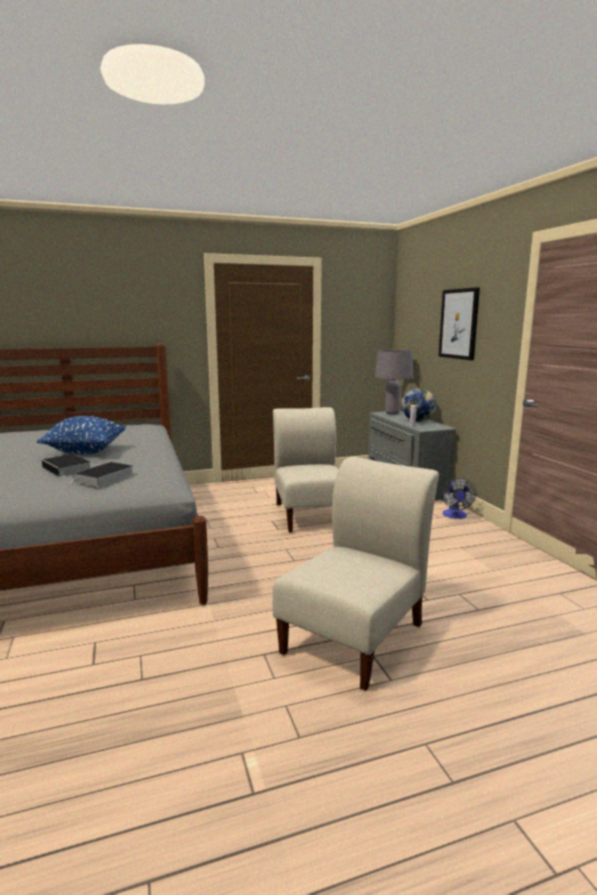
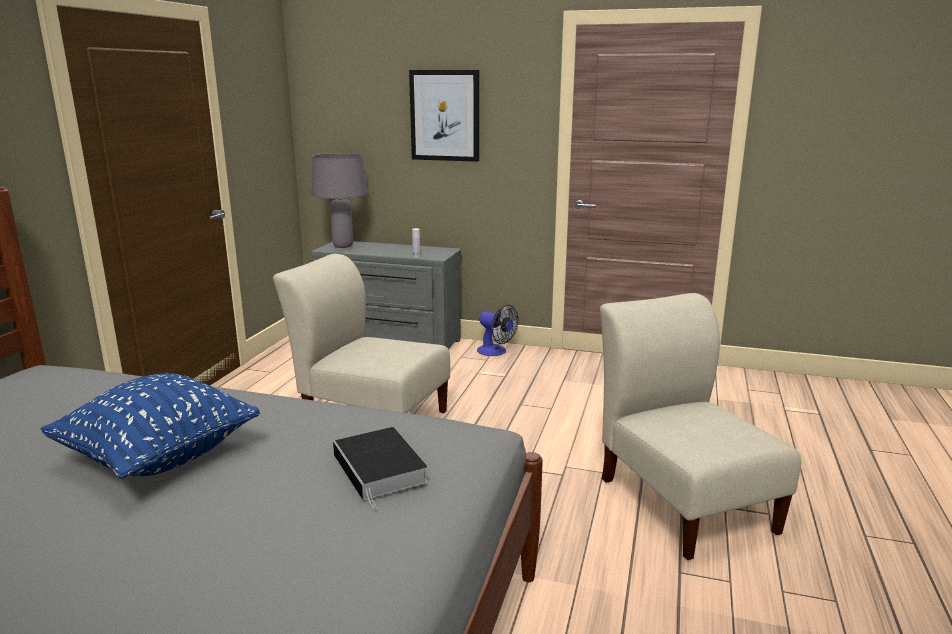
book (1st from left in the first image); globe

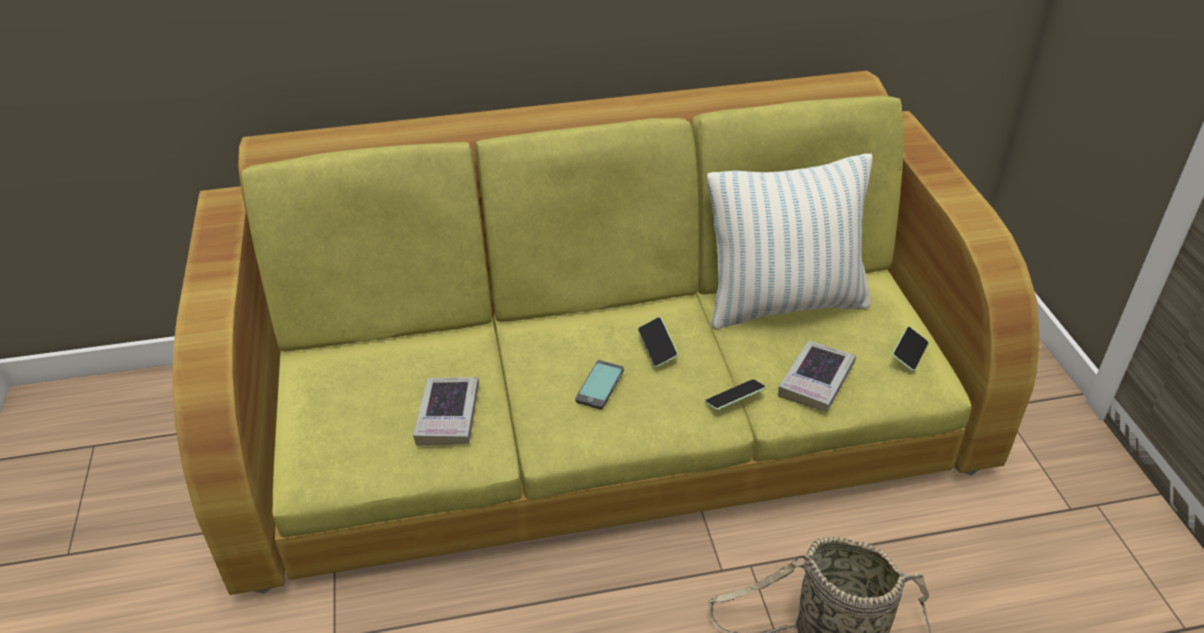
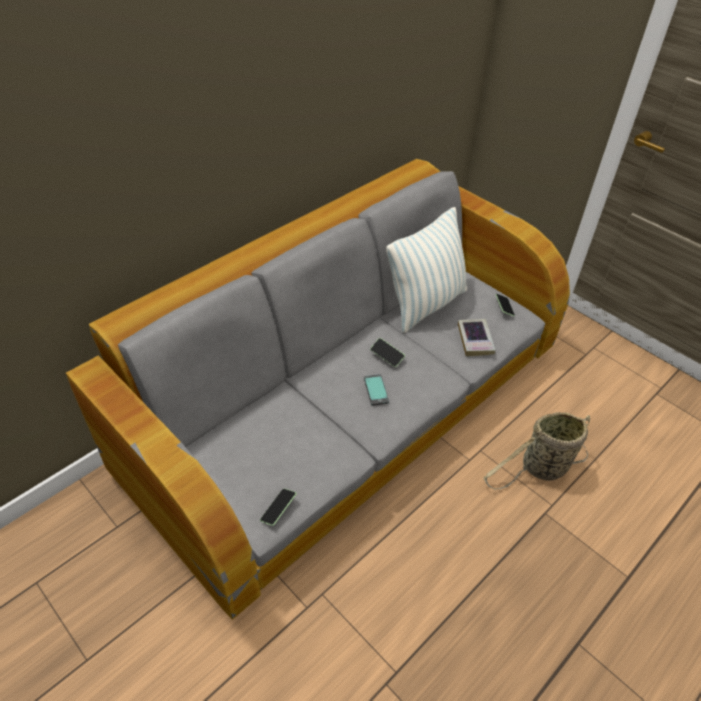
grey sofa; phone (1st from left); book (1st from left in the first image)

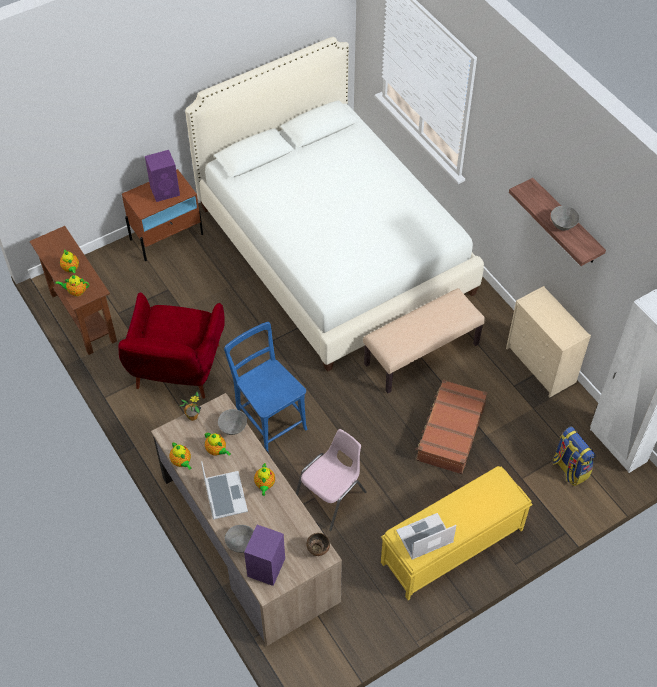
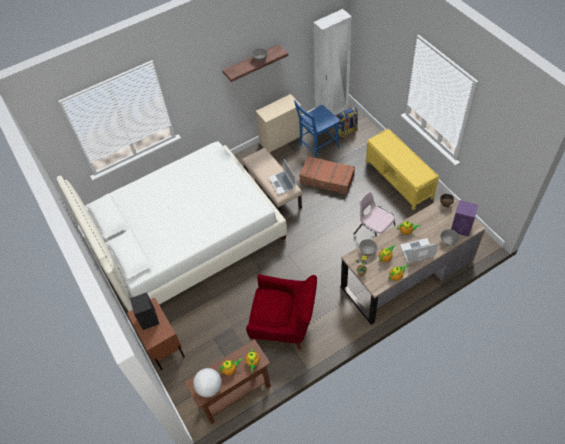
black speaker; globe; laptop (1st from left); blue chair

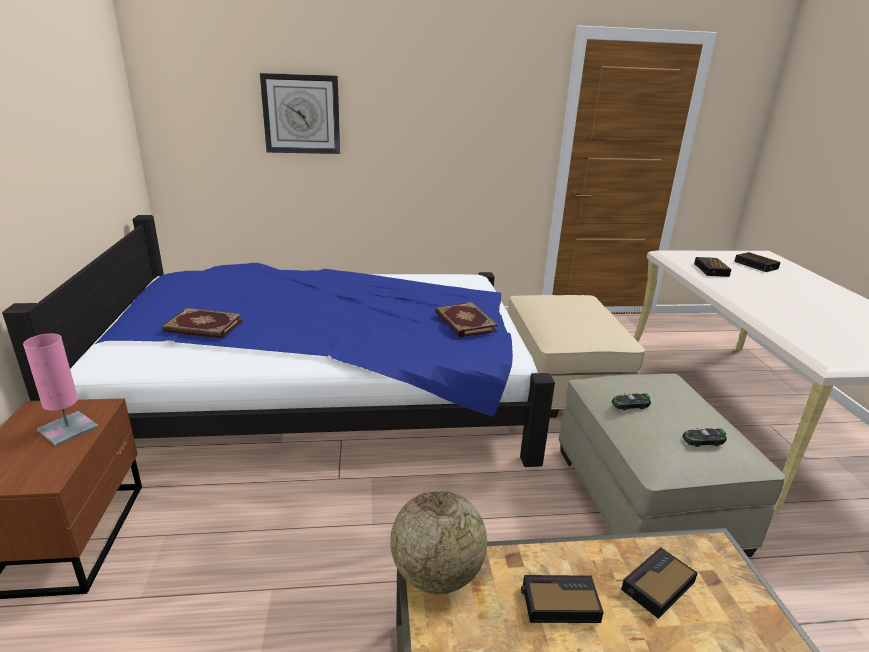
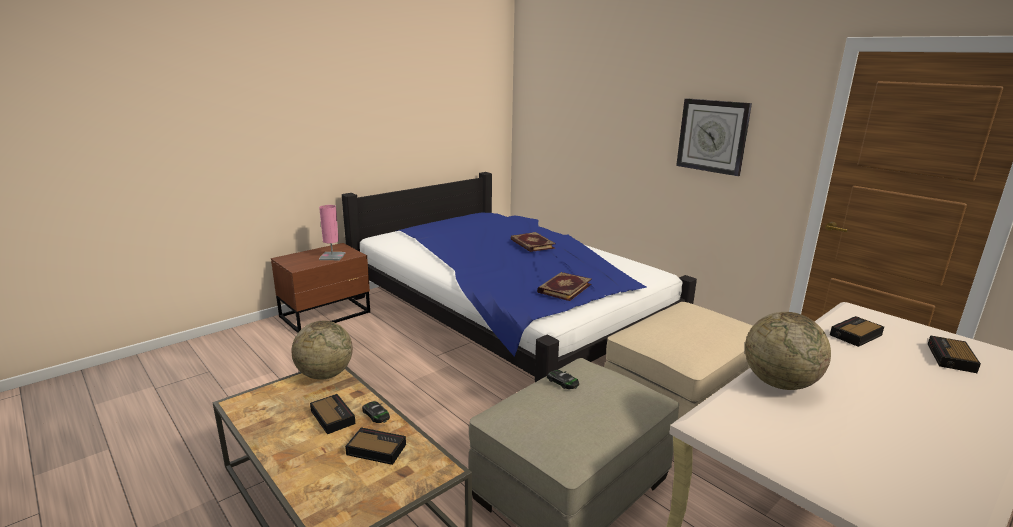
toy car (1st from left); book (1st from left); wall clock; globe (2nd from left)

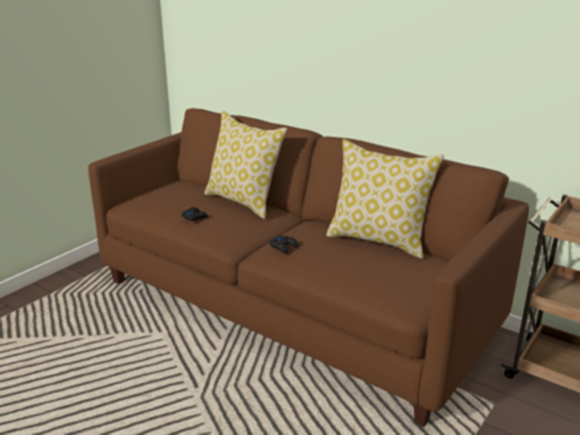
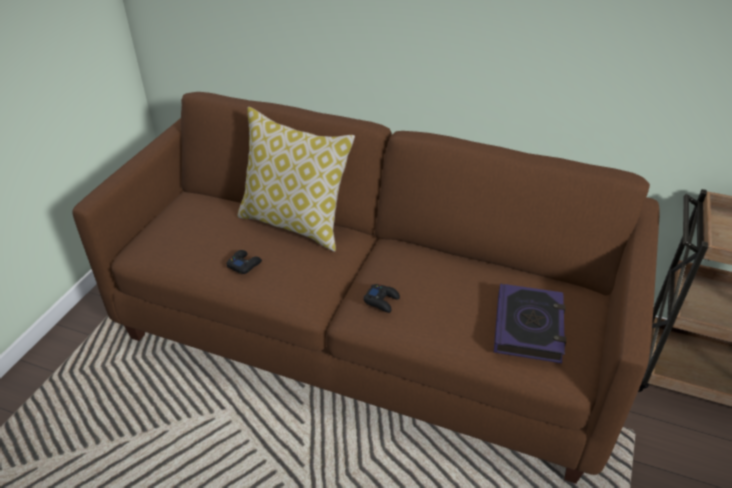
book; pillow (2nd from left in the first image)

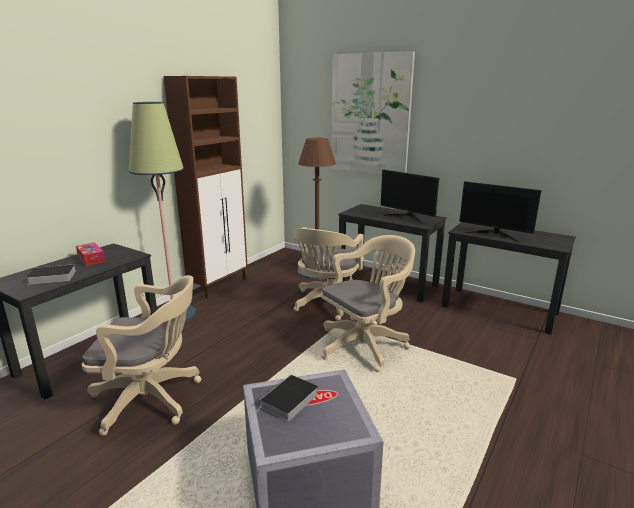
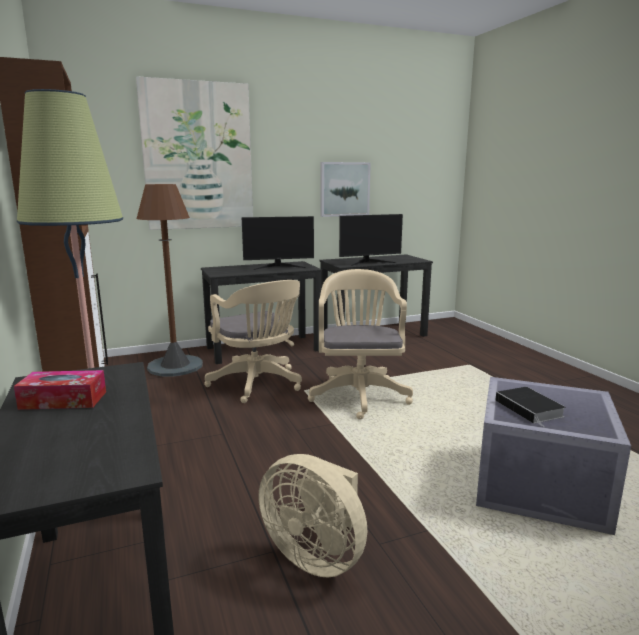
beige fan; picture (2nd from left); book (1st from left in the first image)

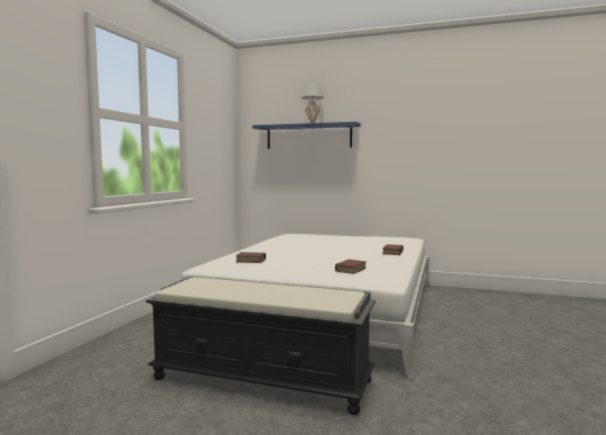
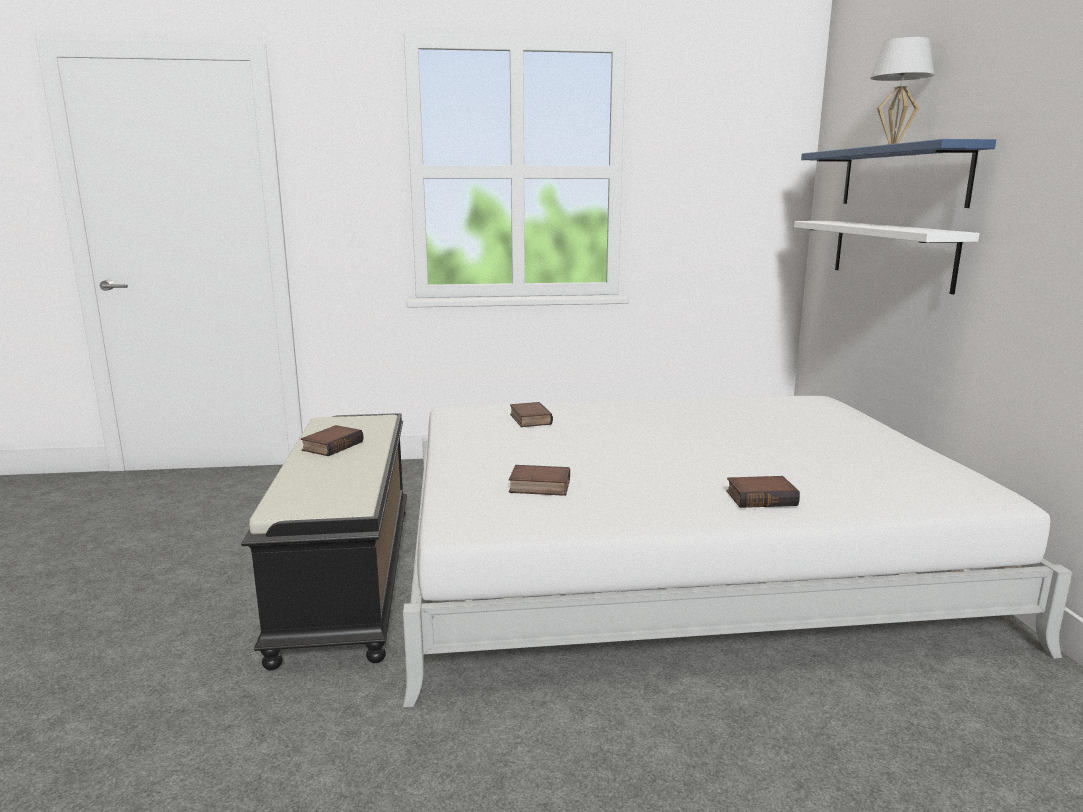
book (1st from left); white shelf

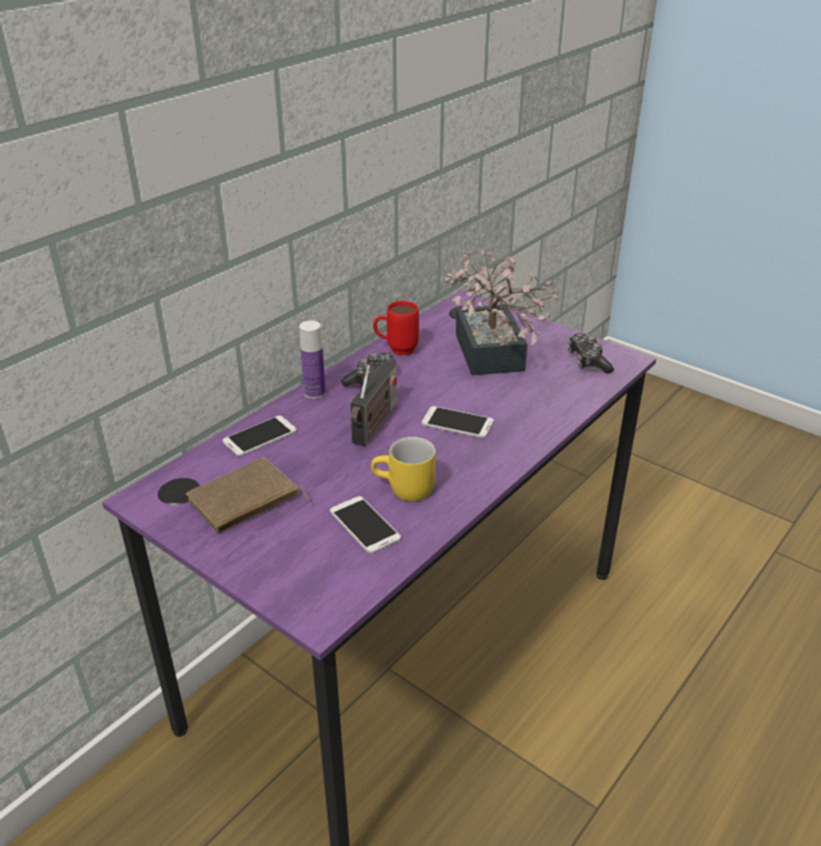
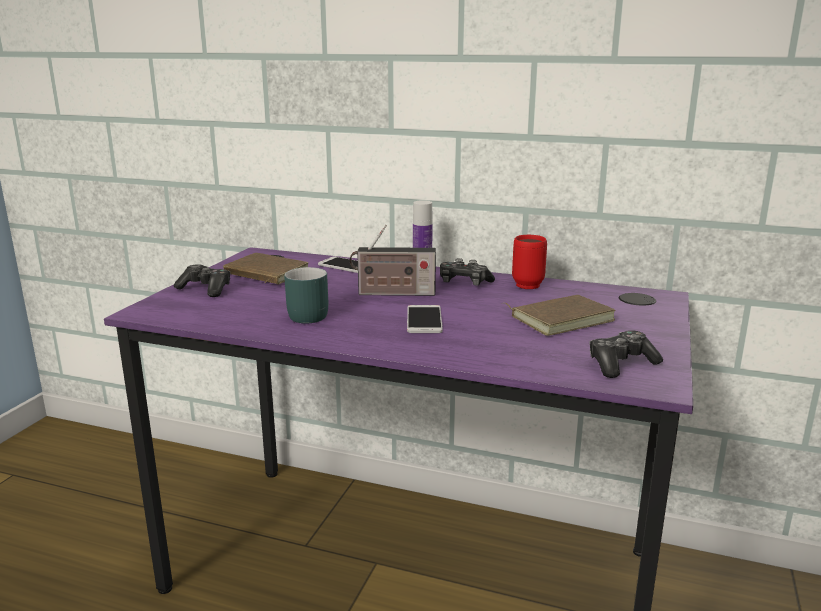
game controller (1st from left); turquoise mug; brown book (2nd from left); phone (2nd from left in the first image)

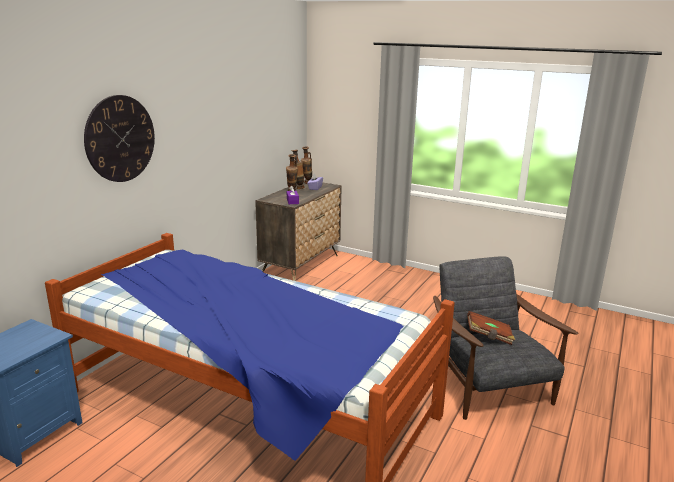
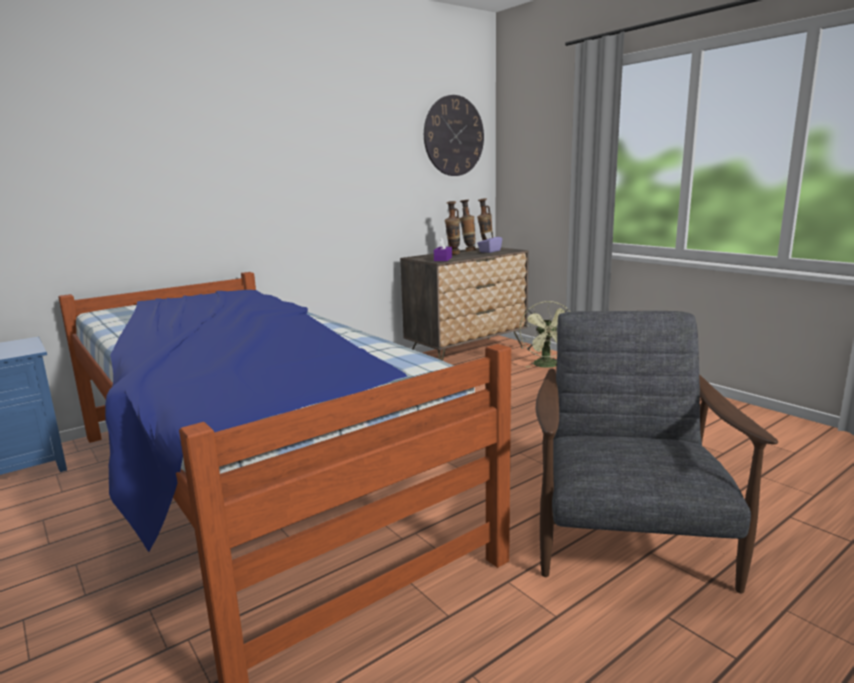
wall clock; green fan; brown book

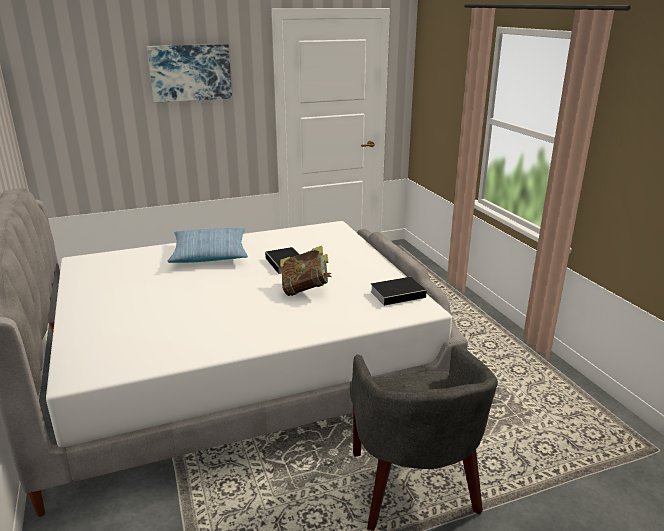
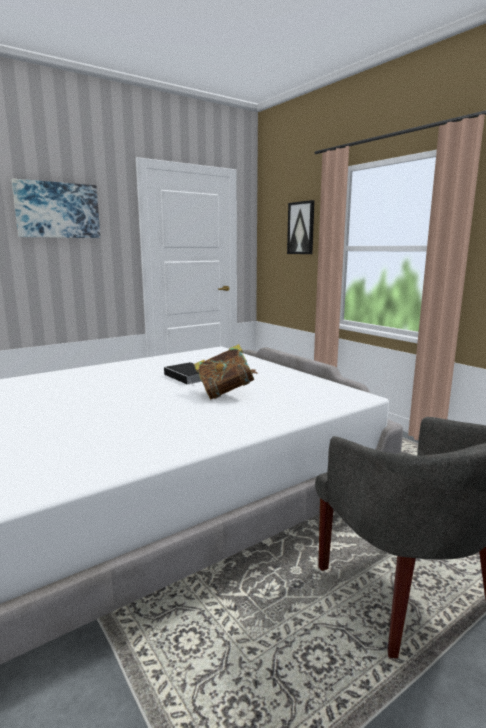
picture (2nd from left); pillow; book (3rd from left in the first image)

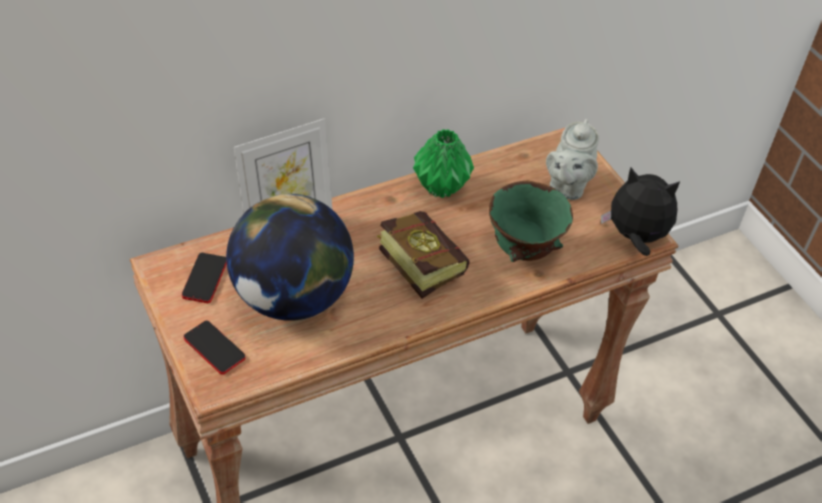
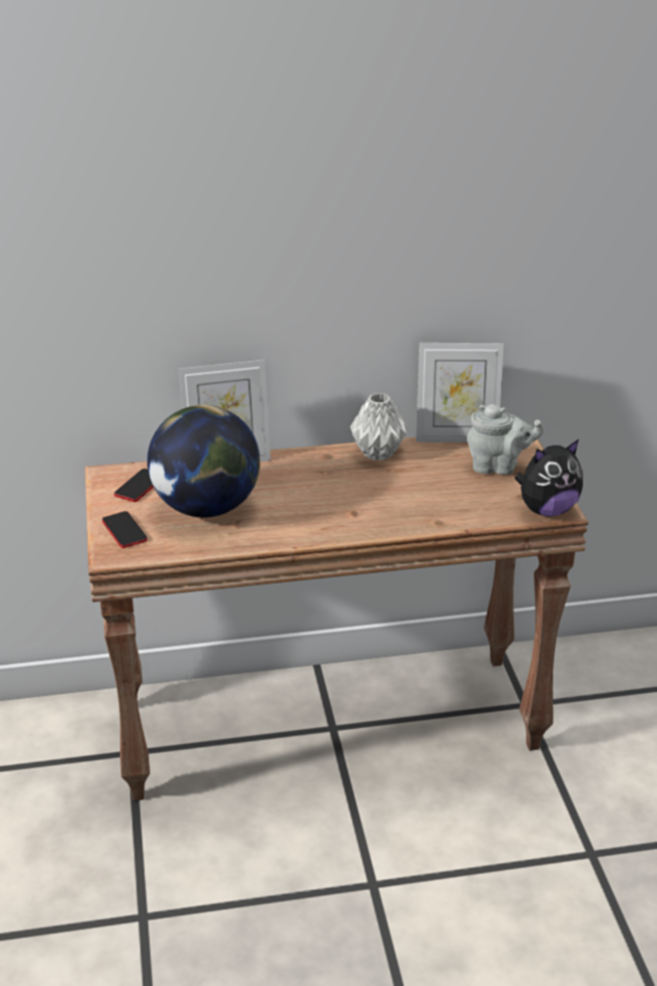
grey vase; picture frame (2nd from left); grey teapot; plush toy; book; green bowl

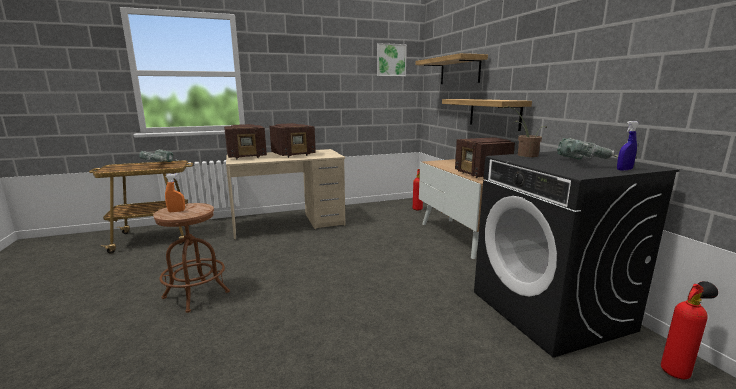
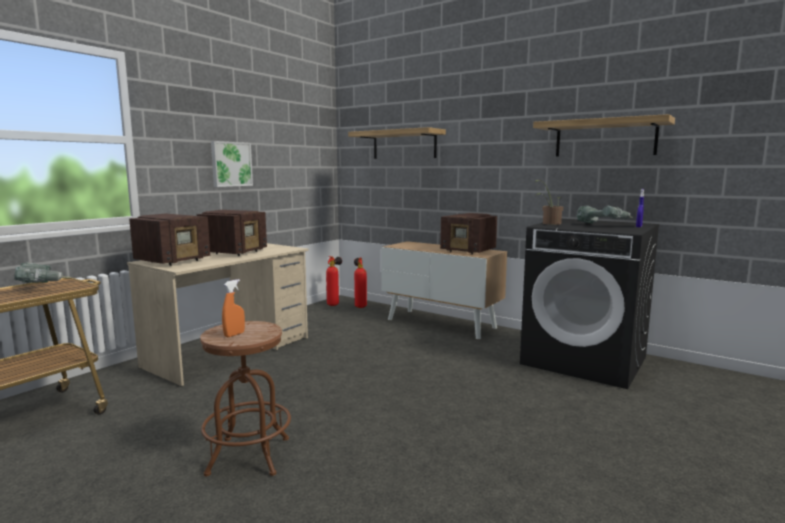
picture; fire extinguisher (1st from left); shelf (2nd from left)

